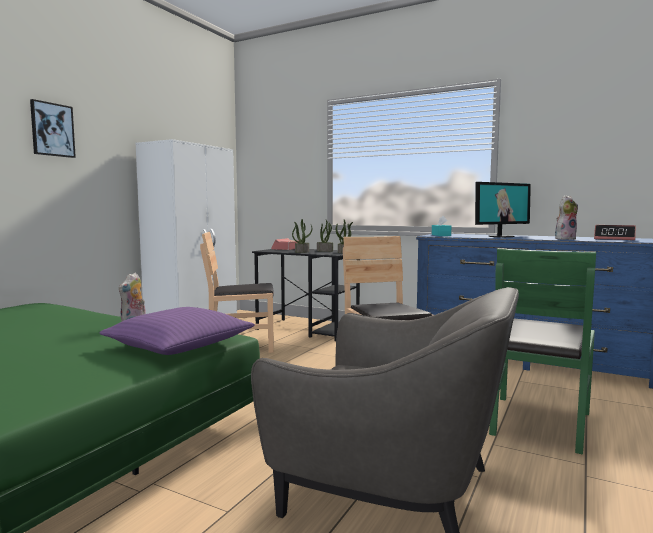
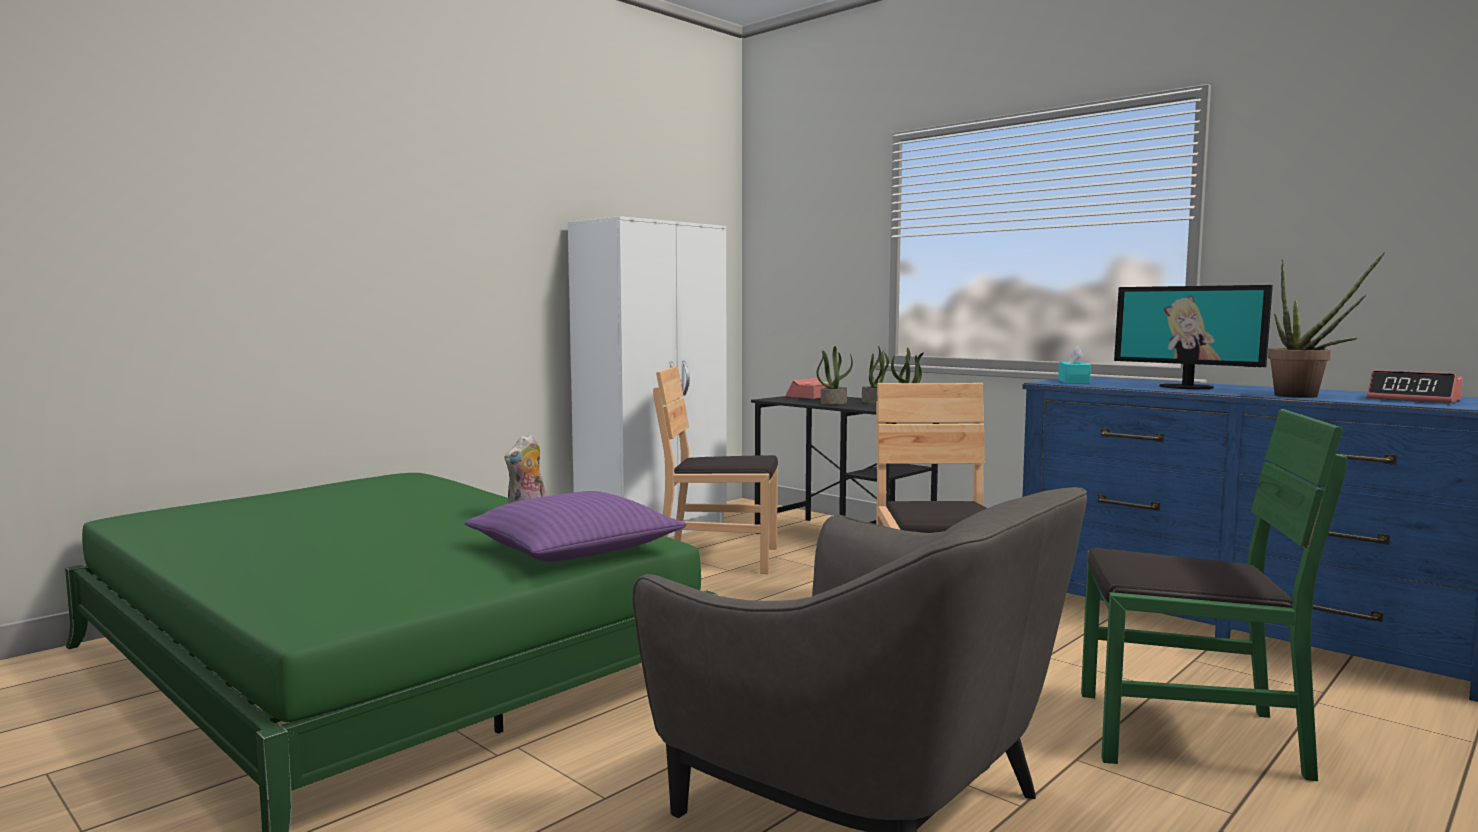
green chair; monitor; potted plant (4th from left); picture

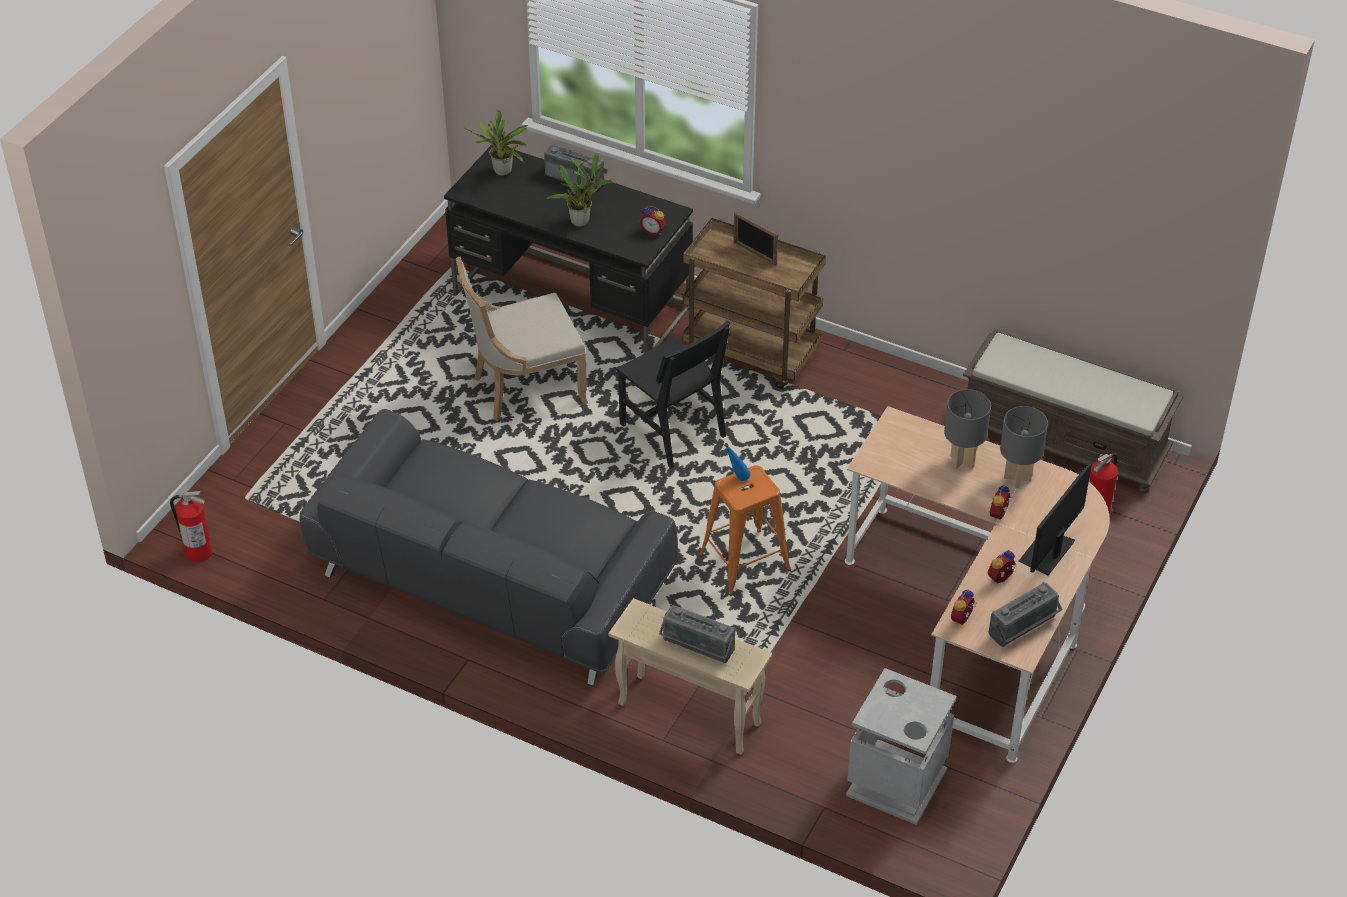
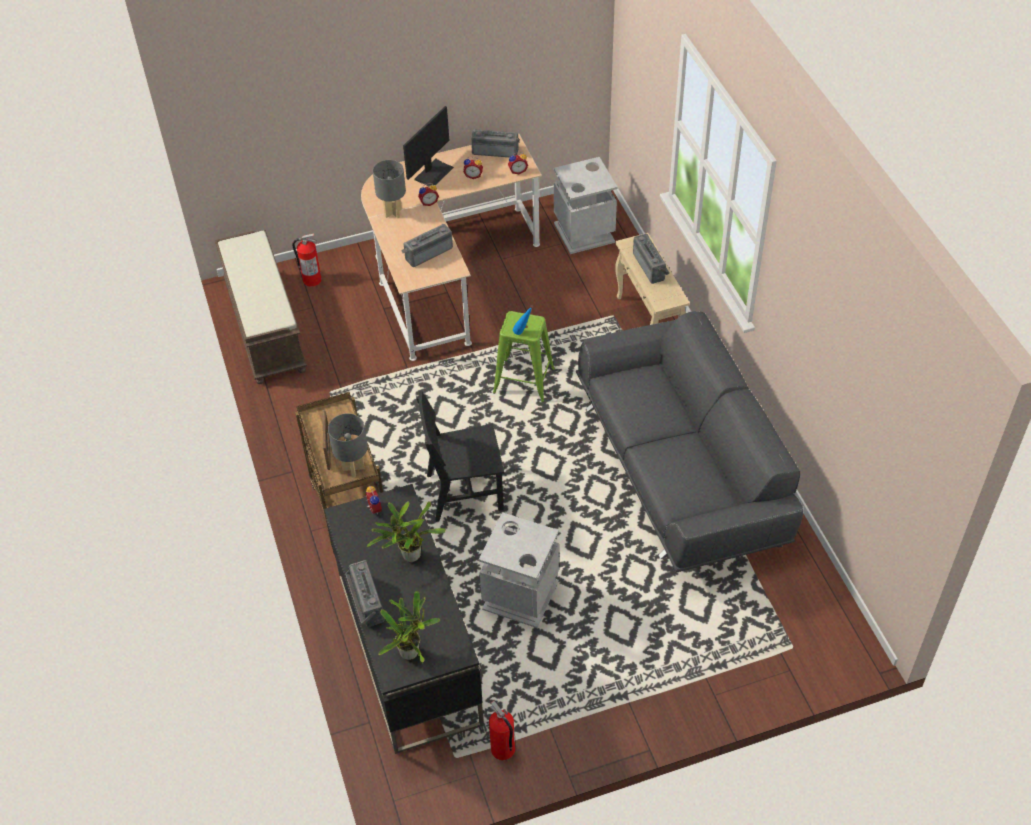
grey table lamp (1st from left); radio (2nd from left); monitor; black chair; grey trash can (1st from left); fire extinguisher (2nd from left); green stool

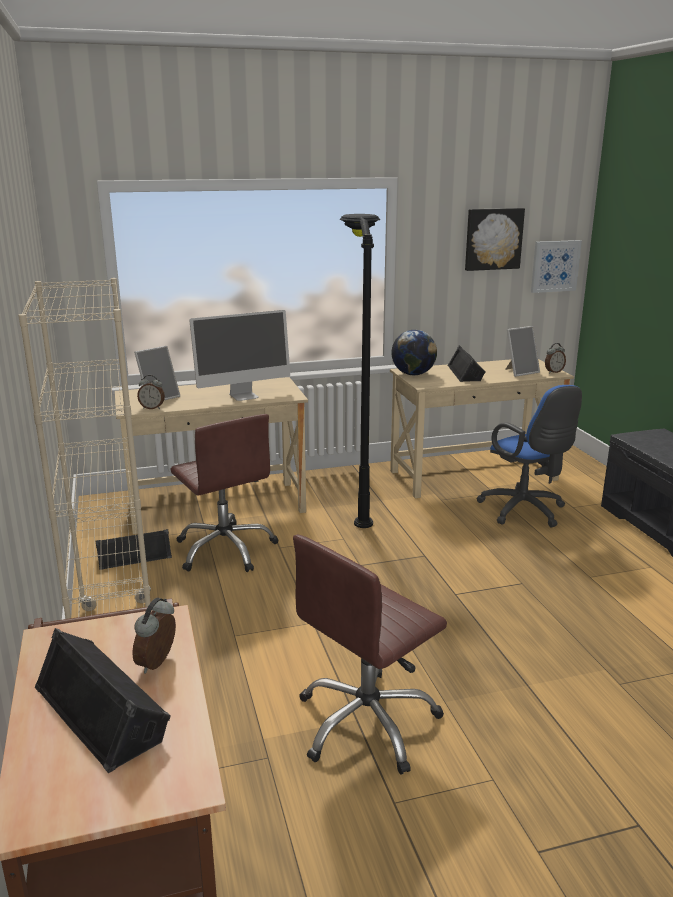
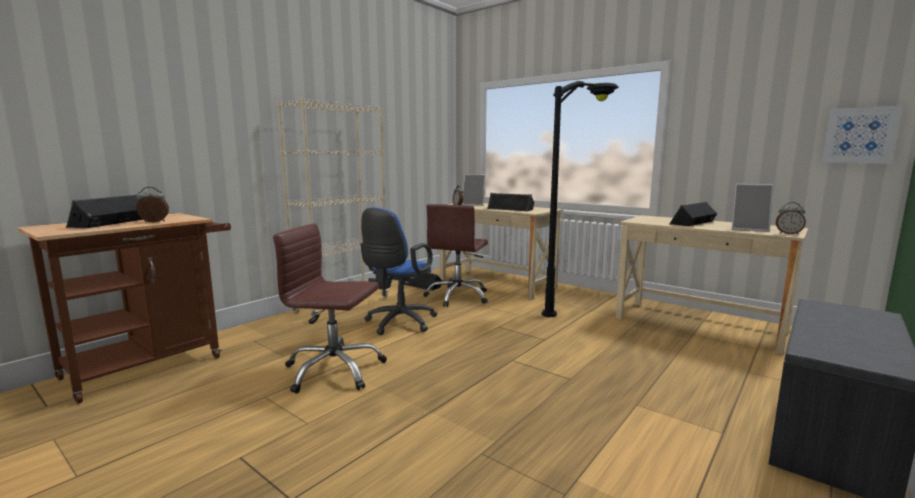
blue office chair; black speaker (3rd from left); globe; picture (1st from left in the first image)

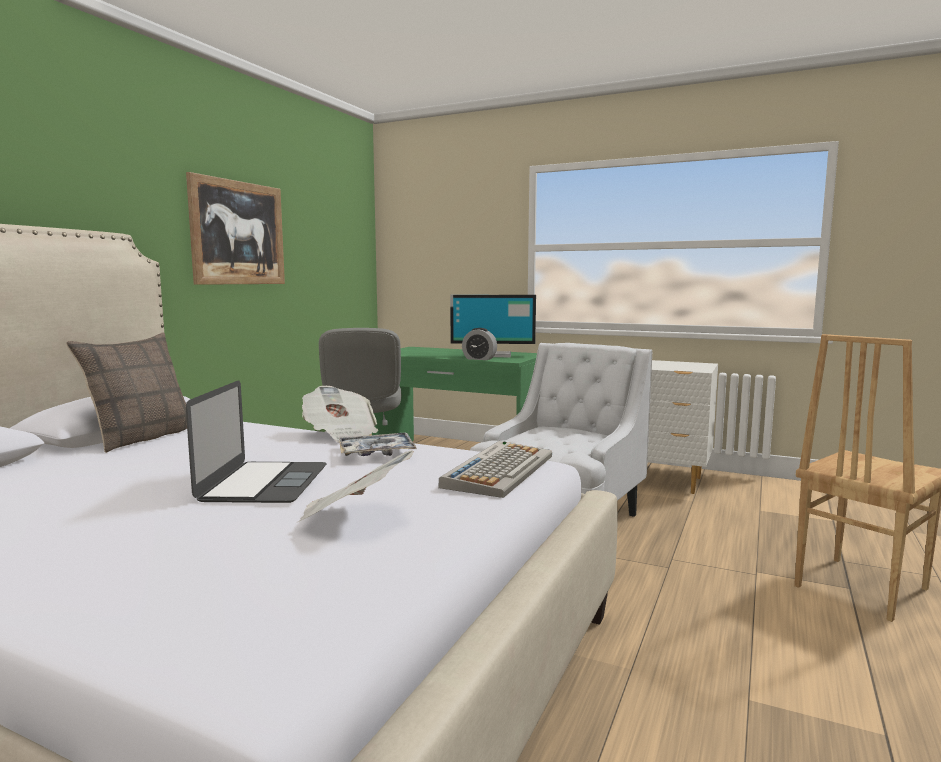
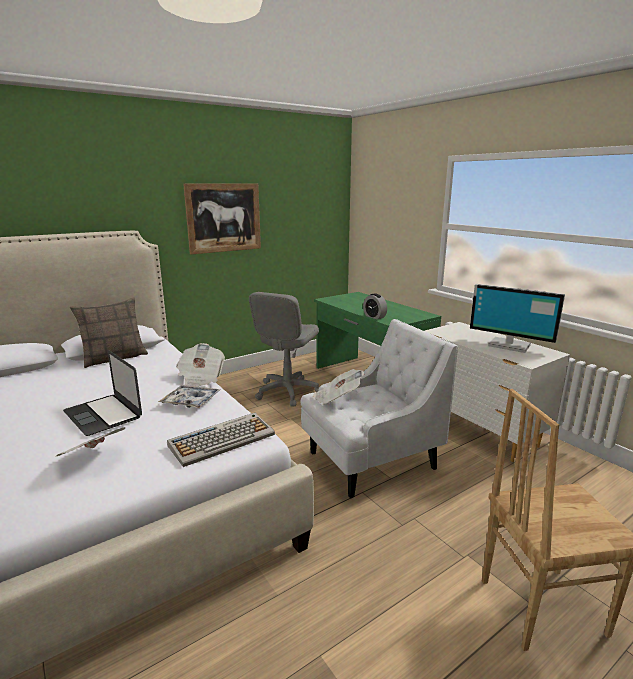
laptop; newspaper (3rd from left); monitor

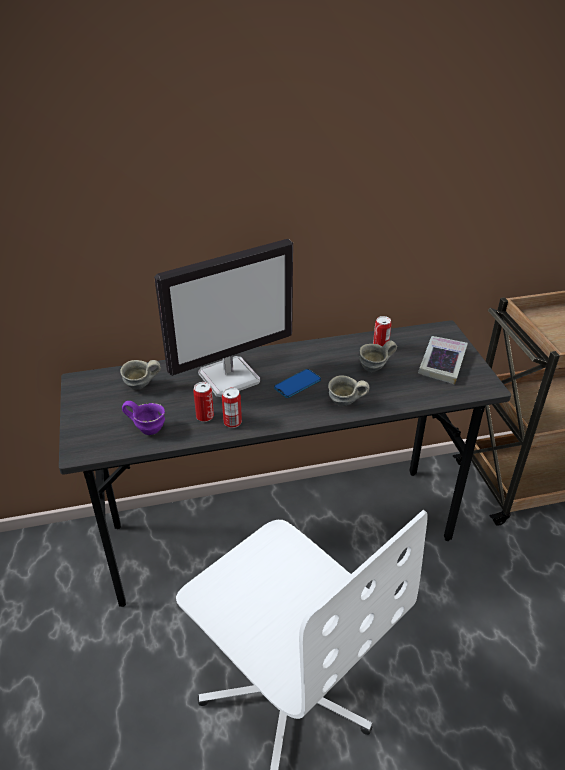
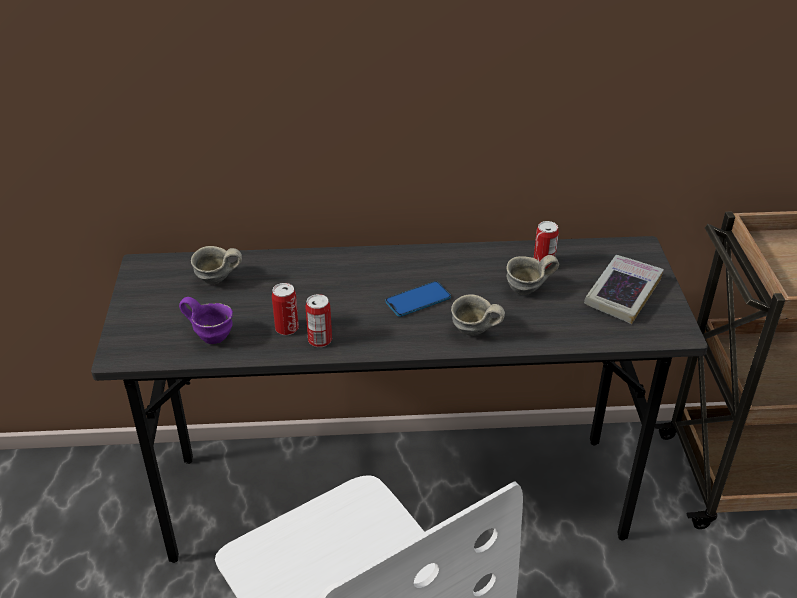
monitor

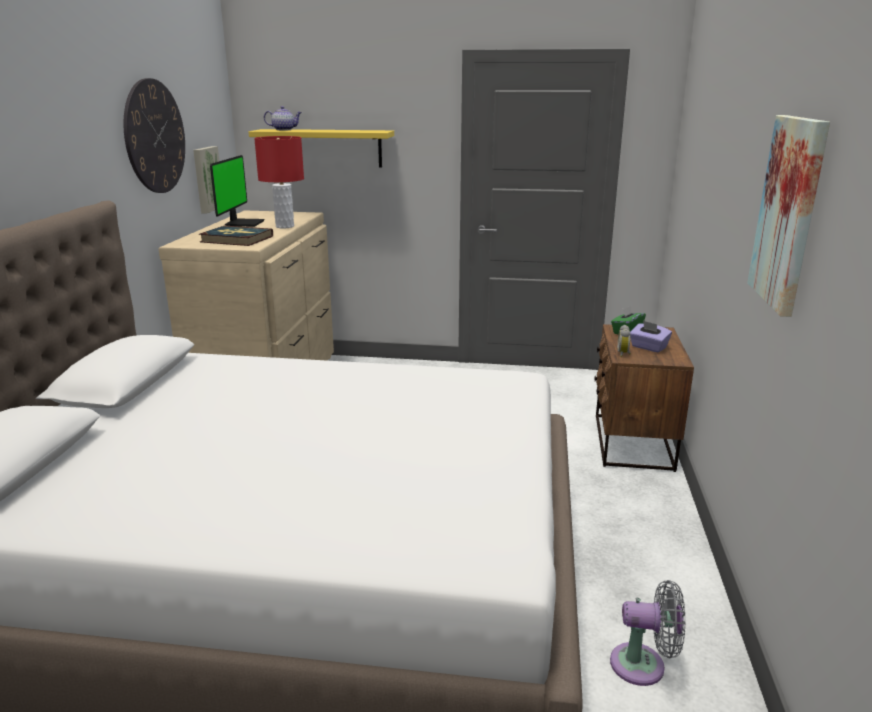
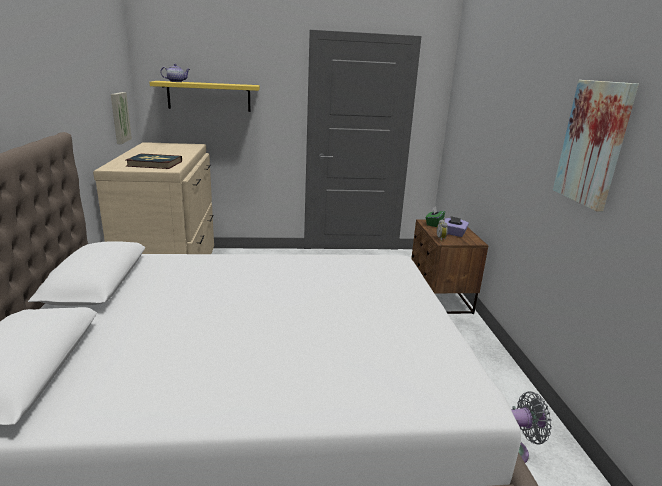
wall clock; monitor; red table lamp

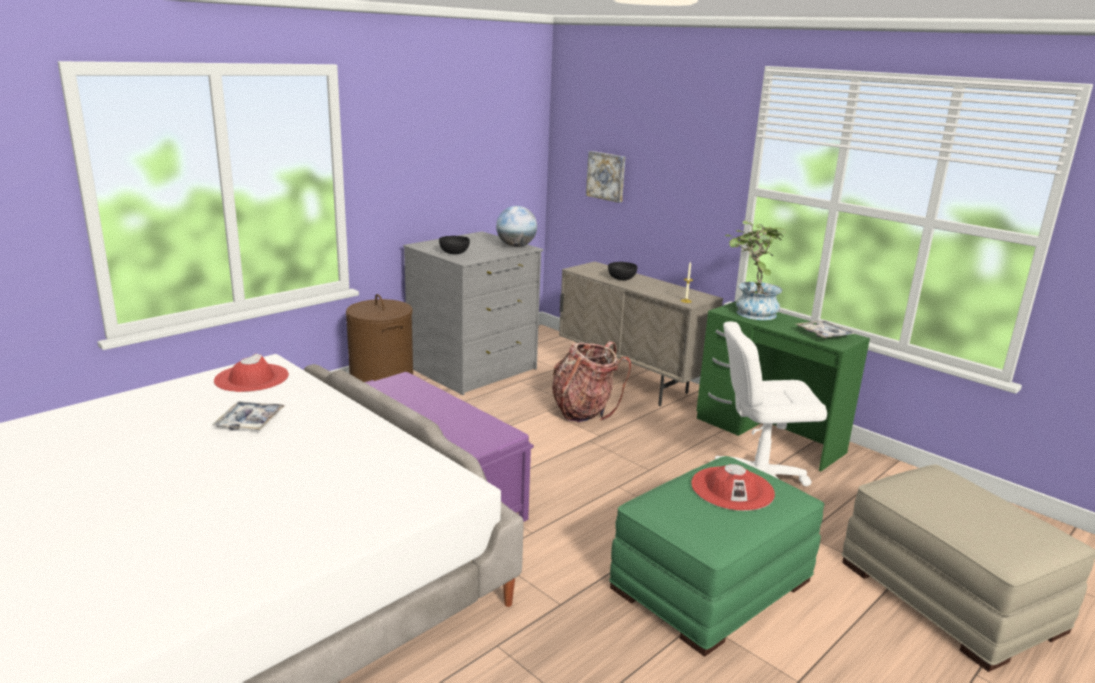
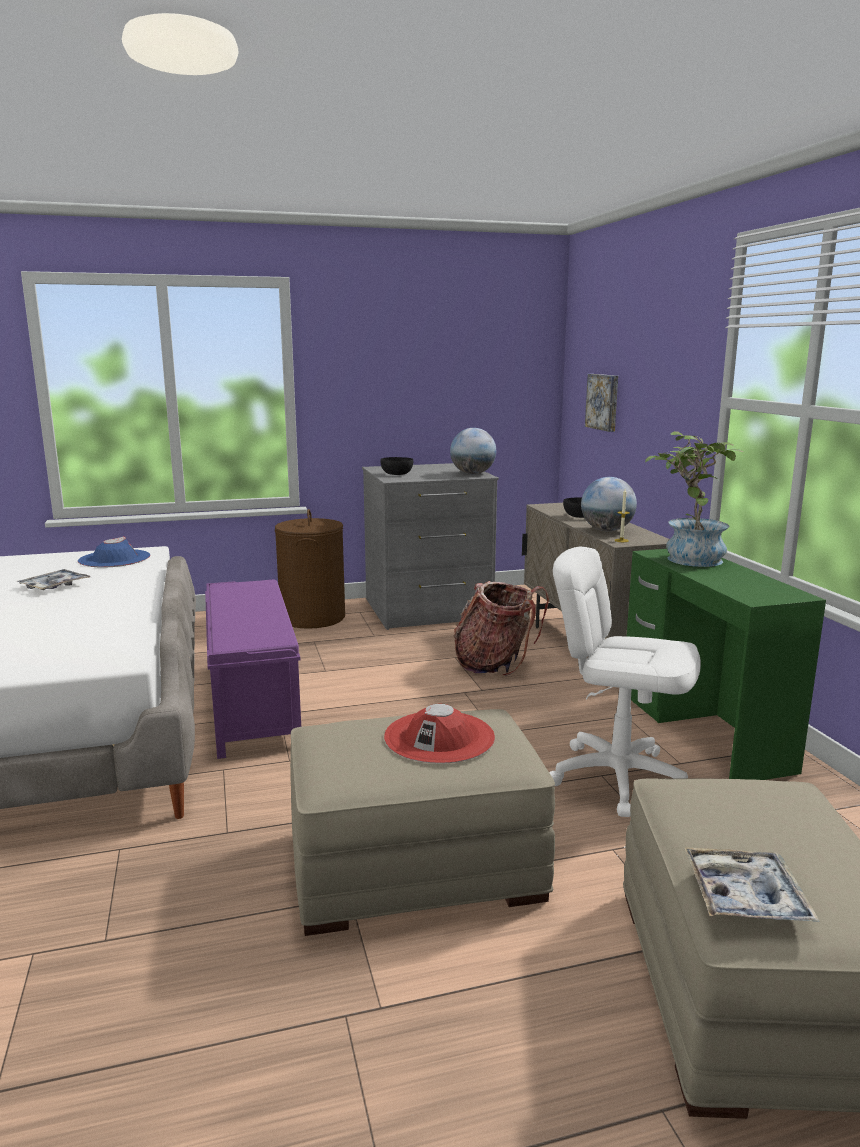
blue hat; beige ottoman (1st from left); globe (2nd from left); tray (2nd from left)

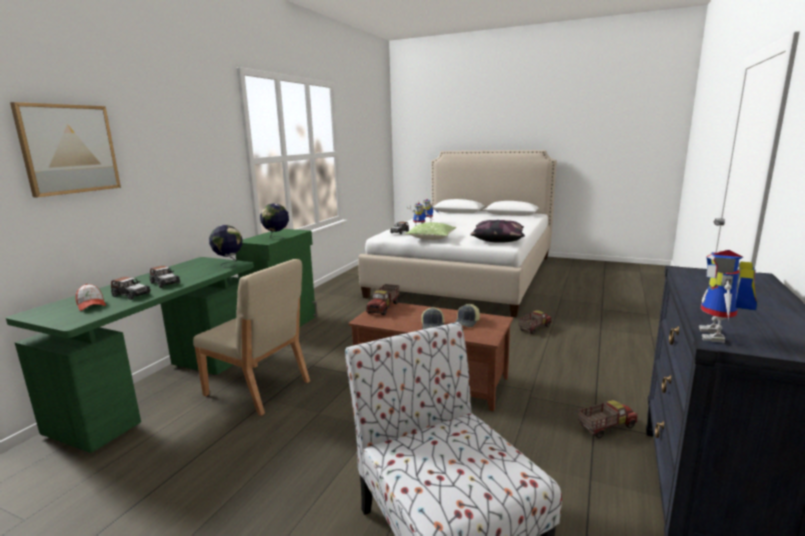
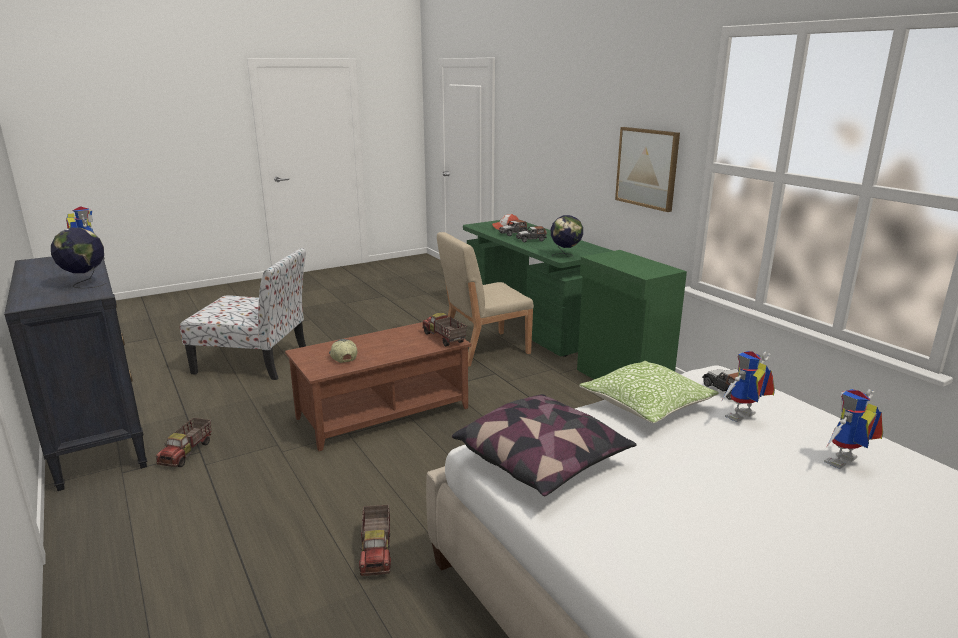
globe (1st from left); picture; cap (2nd from left in the first image)

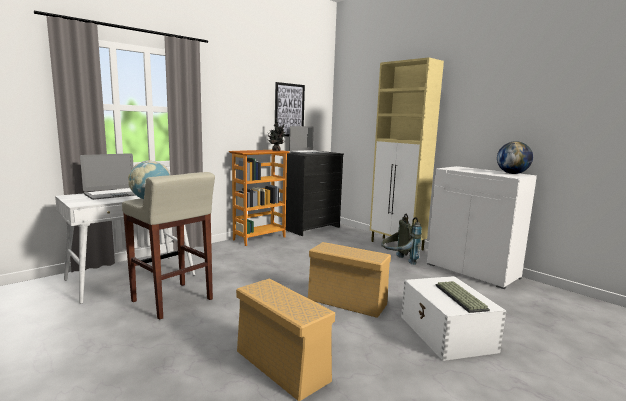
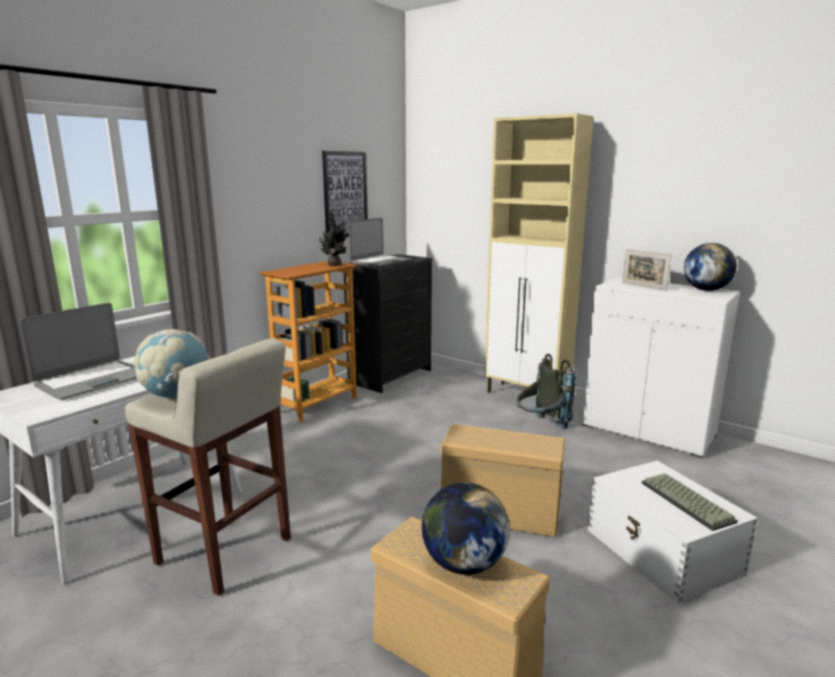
globe (2nd from left); picture frame

